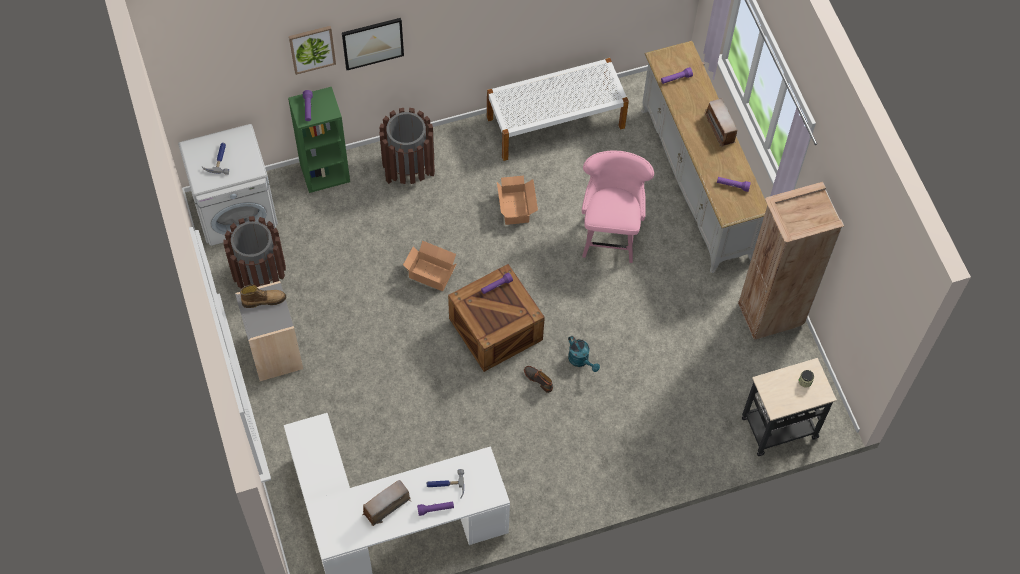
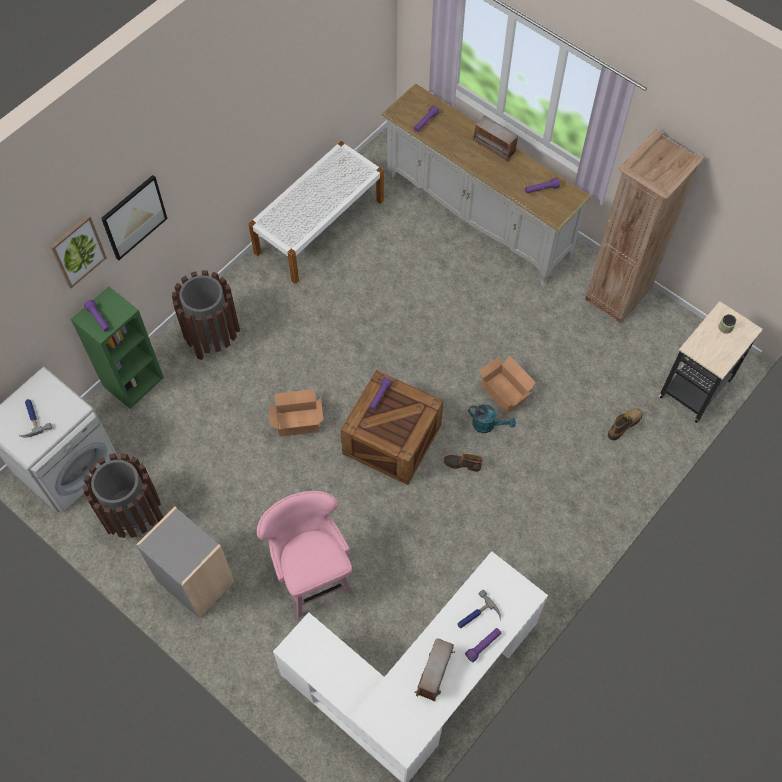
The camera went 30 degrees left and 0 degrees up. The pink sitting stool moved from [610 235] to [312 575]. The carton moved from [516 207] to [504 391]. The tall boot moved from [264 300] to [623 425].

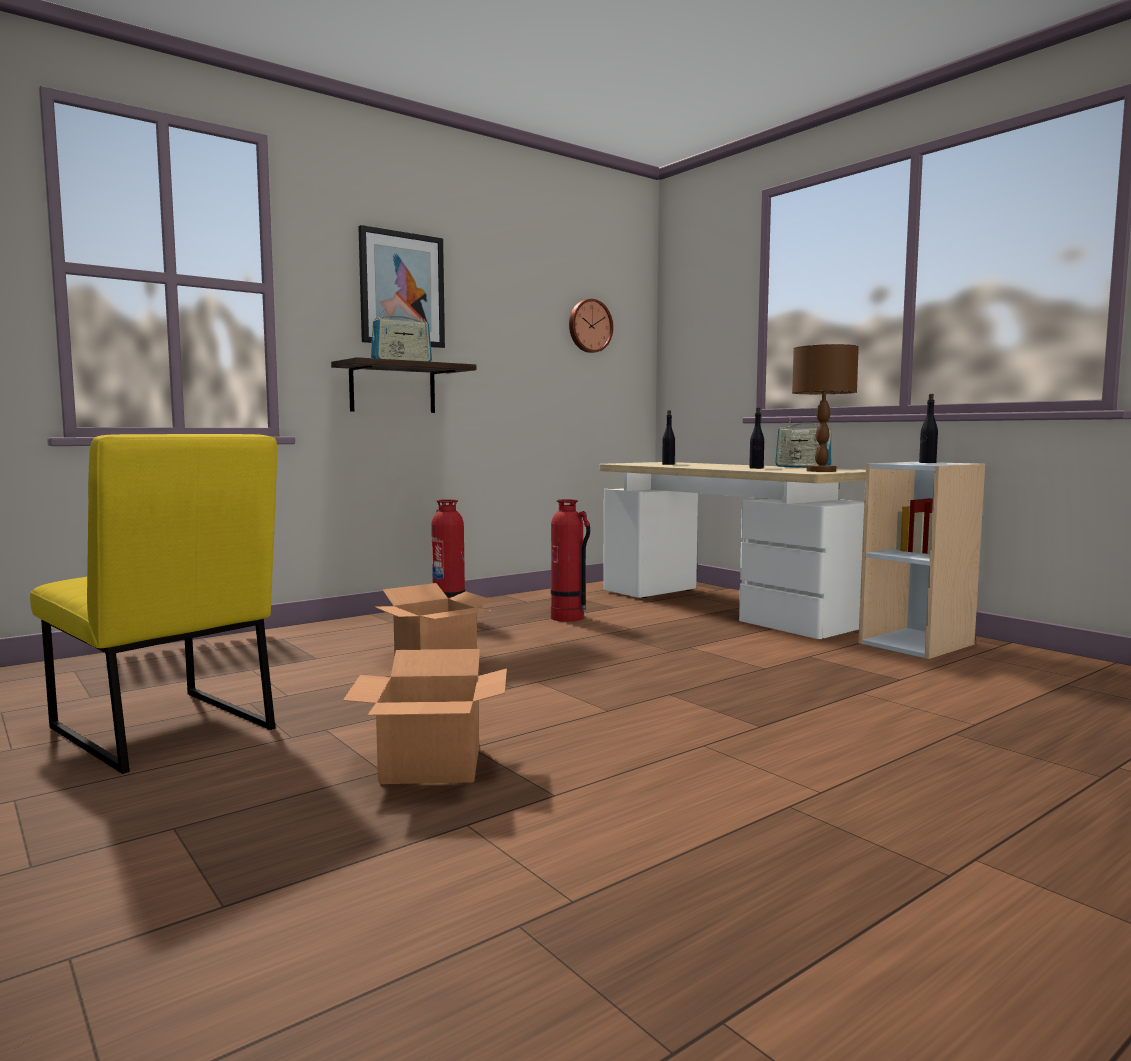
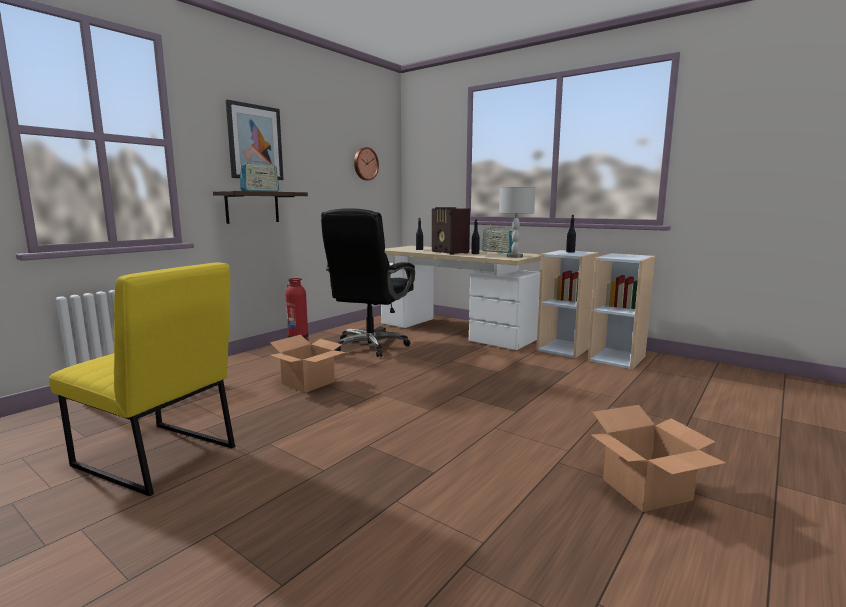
The camera went 15 degrees left and 5 degrees up. The fire-fighting cylinder at [567 618] was replaced by the black-coloured desk chair at [371 345]. The radio at [450 252] appeared. The brownish lamp for a table at [821 471] became the gray lamp for a table at [515 256]. The bookcase at [617 358] appeared. The carton moved from [433 765] to [647 489].

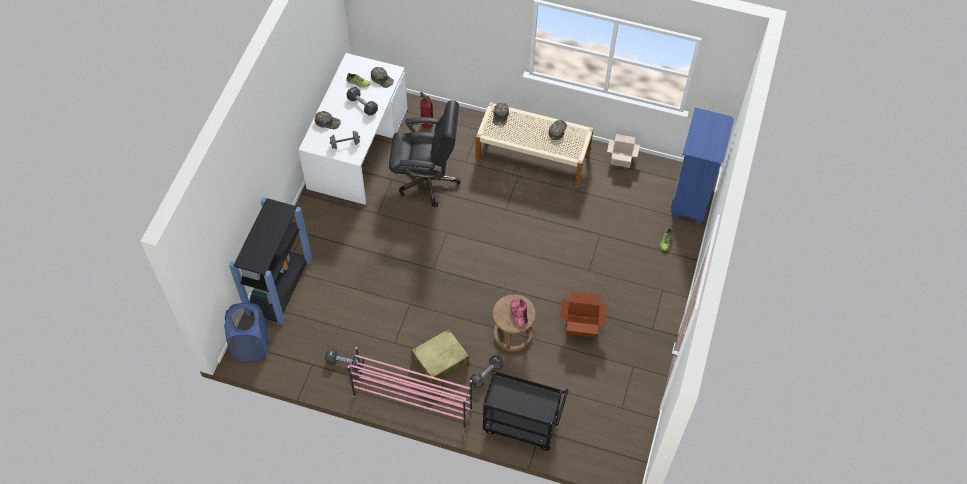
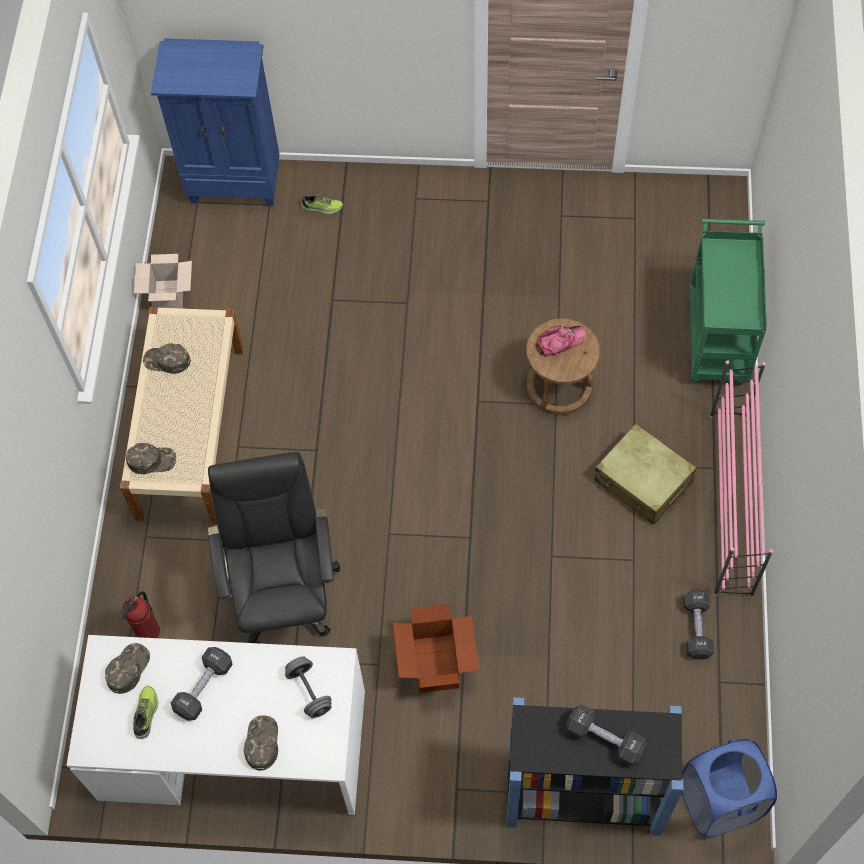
The camera went 100 degrees left and 5 degrees up. The carton moved from [581 326] to [437 663]. The black-coloured hand weight moved from [486 374] to [604 739]. The black-coloured wheeled cart at [522 428] became the green-coloured wheeled cart at [716 338].

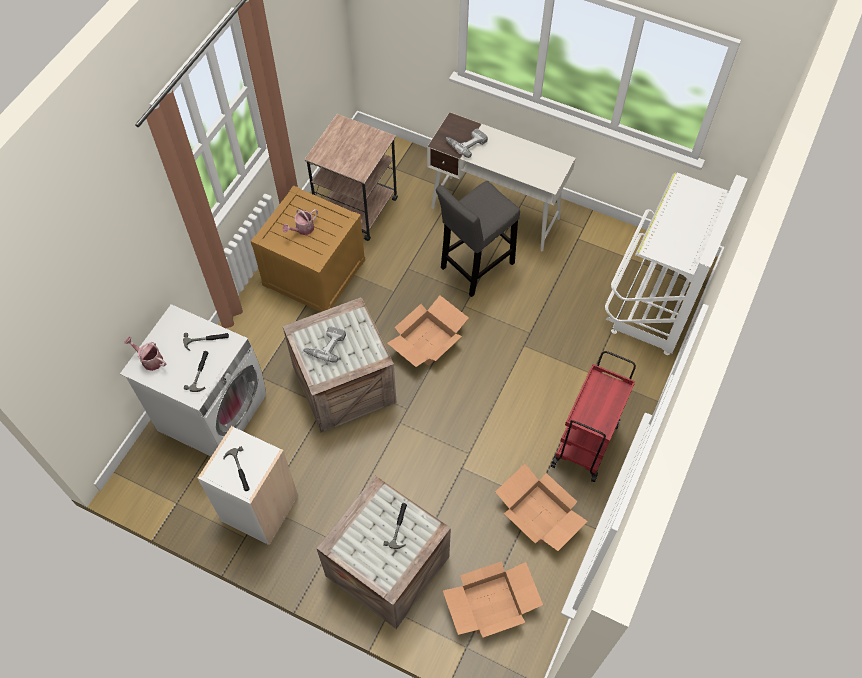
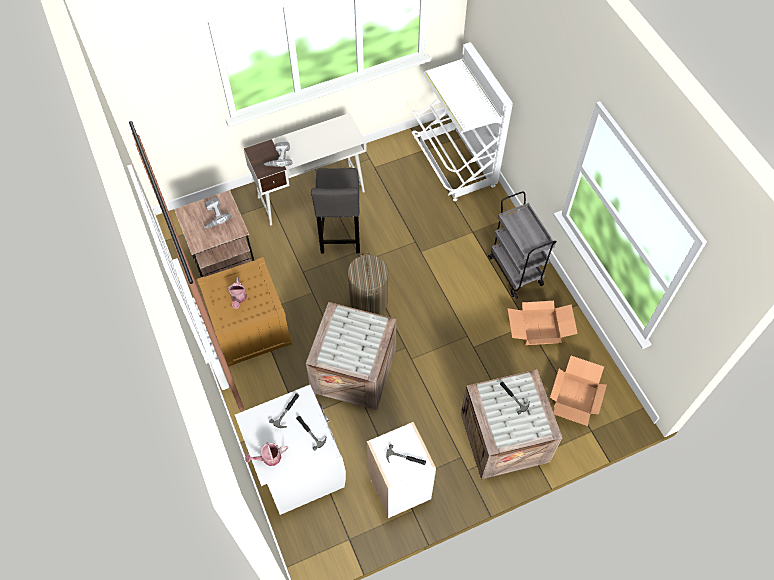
The camera went 50 degrees left and 0 degrees up. The power drill moved from [325 345] to [213 216]. The carton at [428 342] was replaced by the laundry basket at [369 300]. The red wheeled cart at [585 445] became the gray wheeled cart at [515 271].

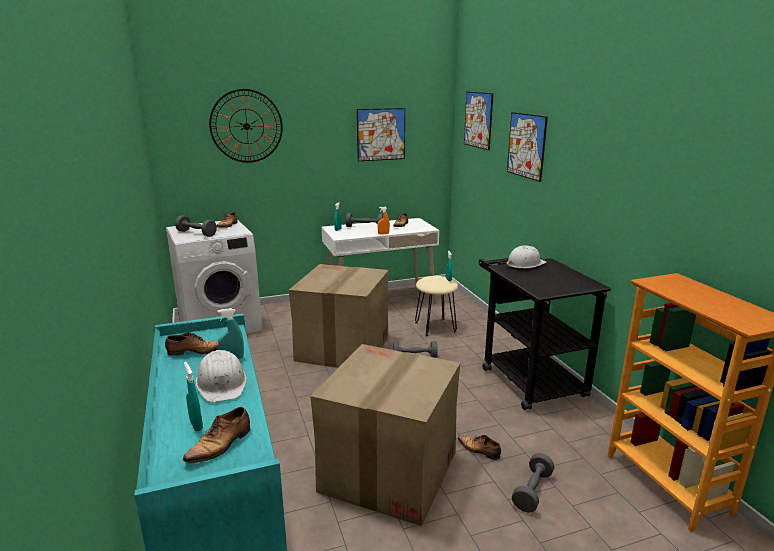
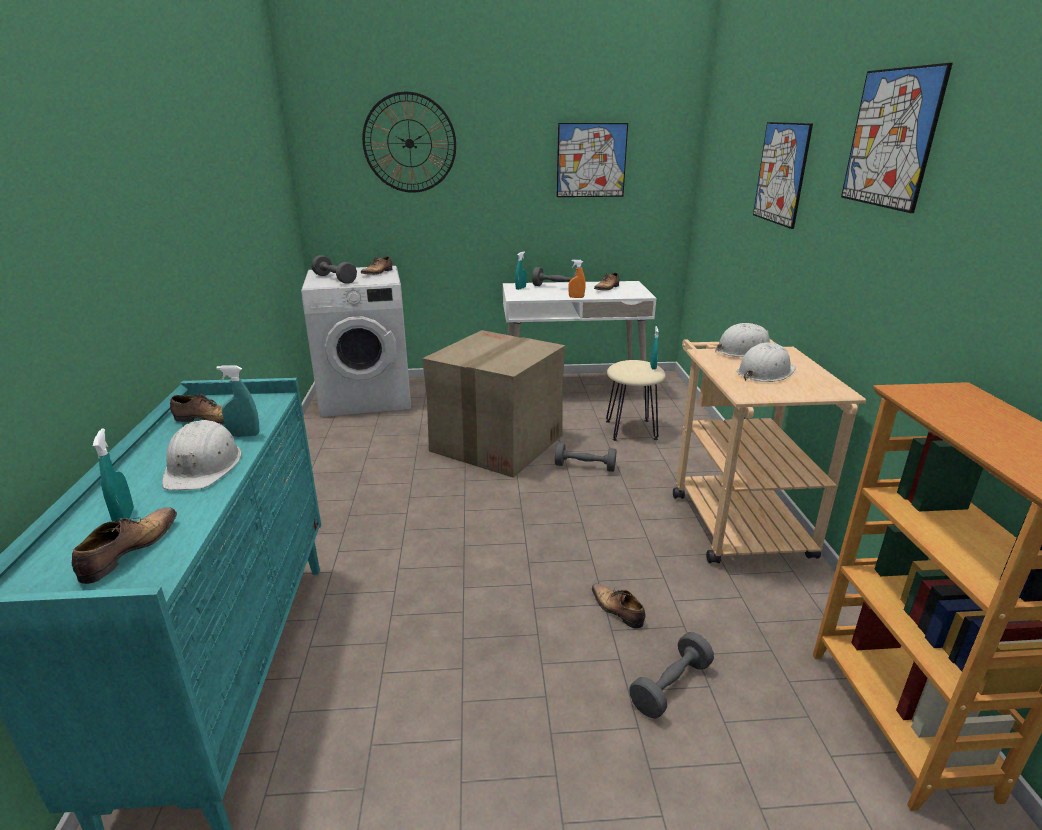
The camera went 15 degrees right and 5 degrees up. The item of footwear at [221 445] turned 150 degrees clockwise. The black-coloured wheeled cart at [527 377] became the sand-coloured wheeled cart at [734 517]. The white hard hat at [765 372] appeared. The wall art moved from [478 120] to [891 138]. The carton at [388 472] disappeared.

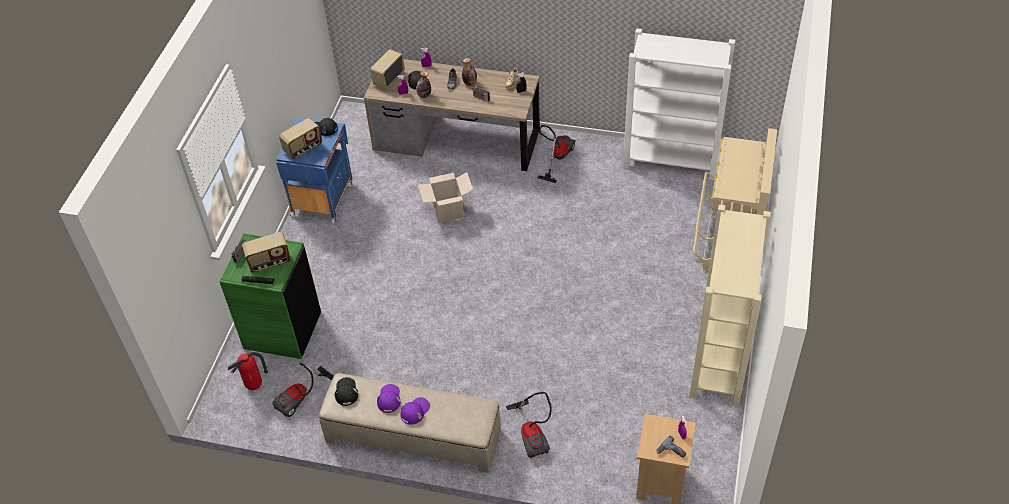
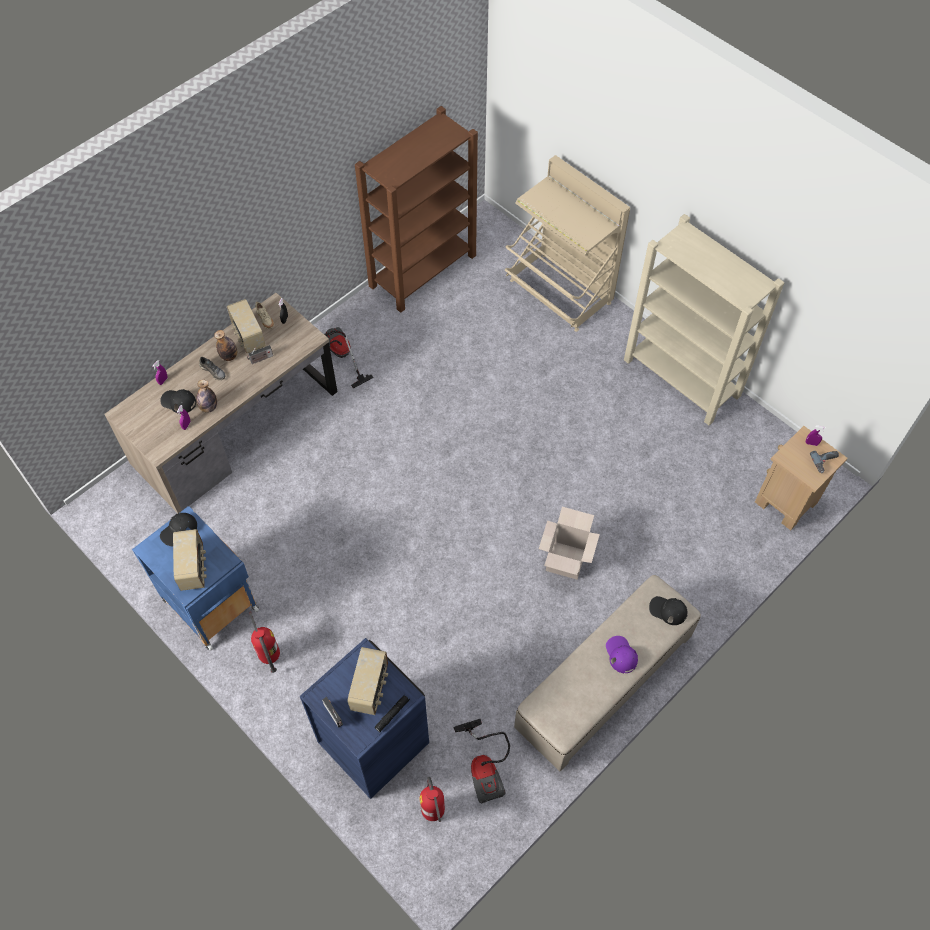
The camera went 60 degrees left and 10 degrees up. The radio moved from [388 78] to [248 336]. The fire-fighting cylinder at [269 656] appeared. The green-coloured storage cabinet at [283 329] became the bluish storage cabinet at [373 741]. The white bookcase at [671 159] became the brownish bookcase at [422 270]. The carton moved from [448 211] to [565 560]. The black-coloured cap moved from [346 392] to [668 610]. The purple-coloured cap at [389 399] disappeared. The vacuum at [532 434] disappeared.

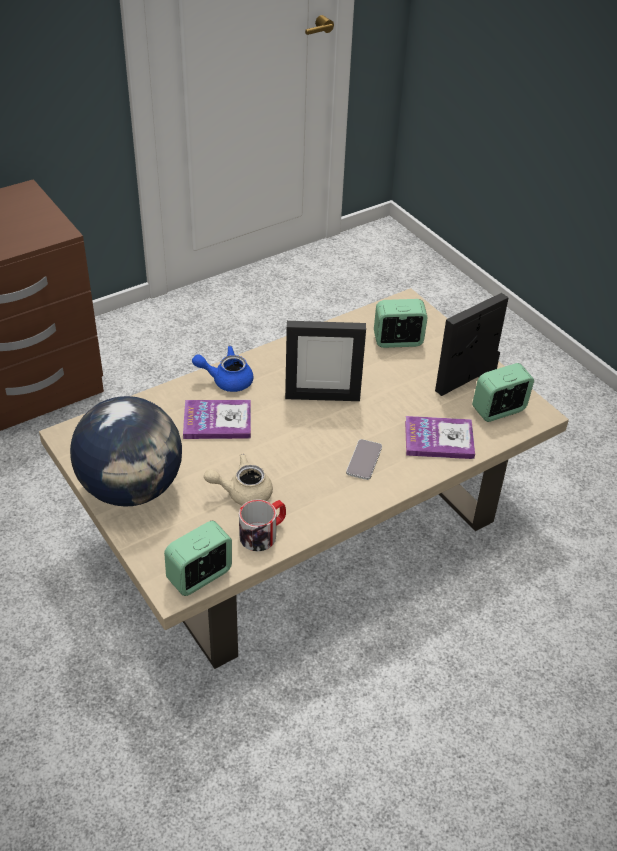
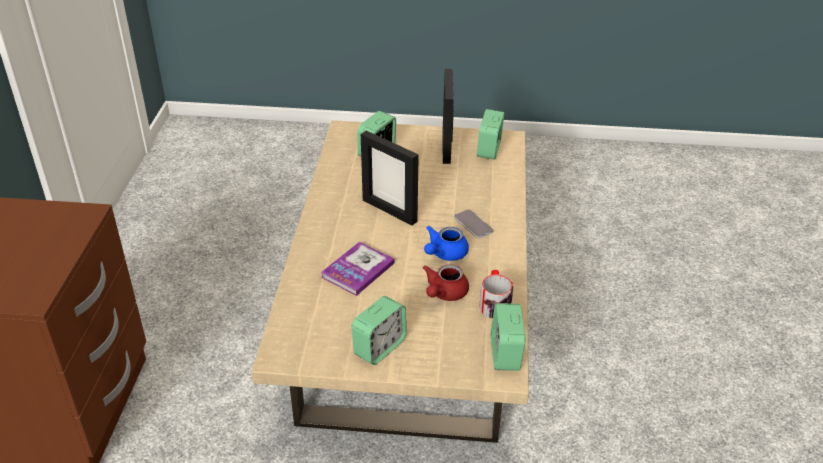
The camera went 50 degrees left and 5 degrees down. The desk globe at [132 488] was replaced by the bedside clock at [379 347]. The standing frame at [322 395] turned 90 degrees clockwise. The sand-coloured teapot at [242 492] became the red teapot at [444 293]. The bluish teapot moved from [226 380] to [444 254]. The bound book at [439 439] disappeared.

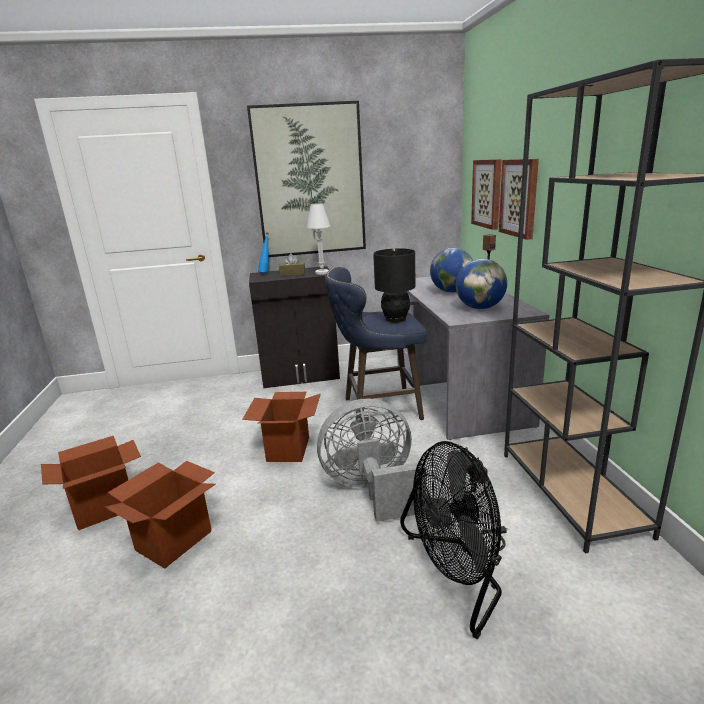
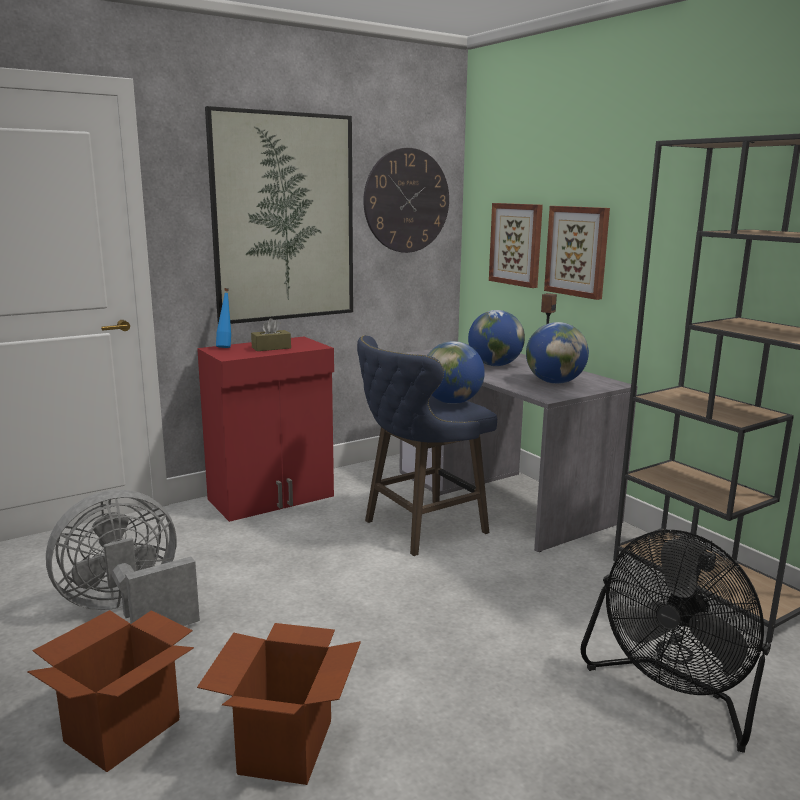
The camera went 25 degrees left and 5 degrees down. The gray cooling fan moved from [373 490] to [128 610]. The black-coloured storage cabinet at [301 376] became the red storage cabinet at [272 498]. The hanging clock at [406 201] appeared. The black-coloured lamp for a table at [396 319] was replaced by the desk globe at [452 402]. The carton at [288 449] disappeared. The white lamp for a table at [322 273] disappeared.

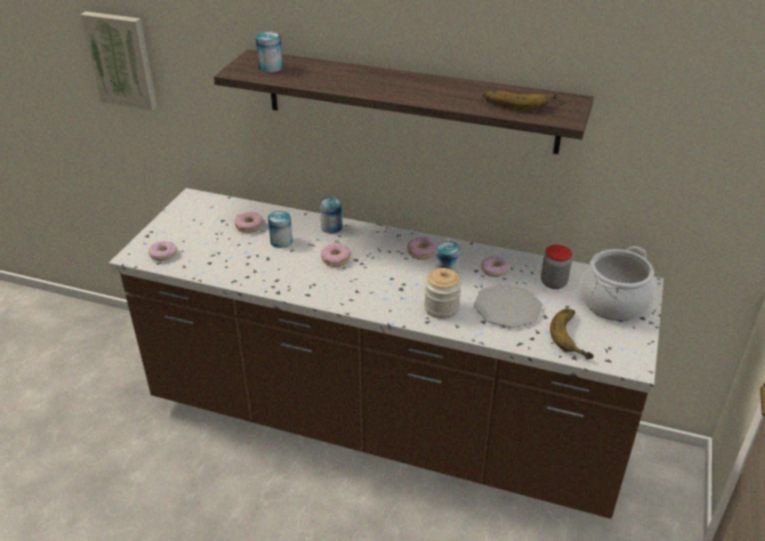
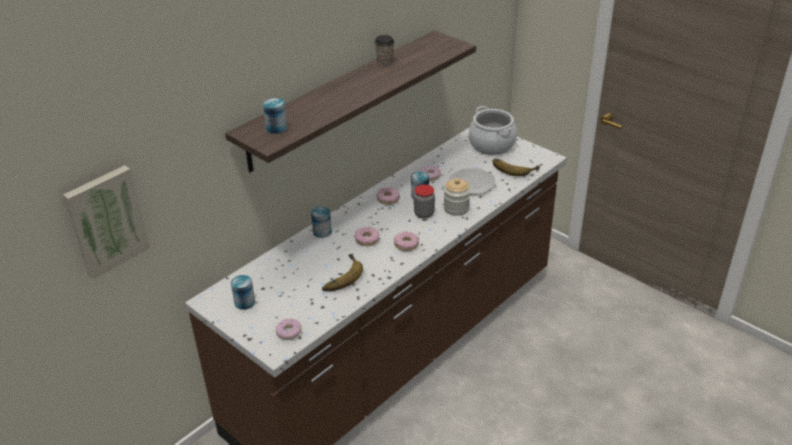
The camera went 65 degrees left and 0 degrees up. The can moved from [281 241] to [244 302]. The whole banana moved from [518 100] to [339 276]. The drinking cup at [385 61] appeared. The doughnut moved from [249 226] to [406 244]. The preserve jar moved from [553 283] to [424 214].

